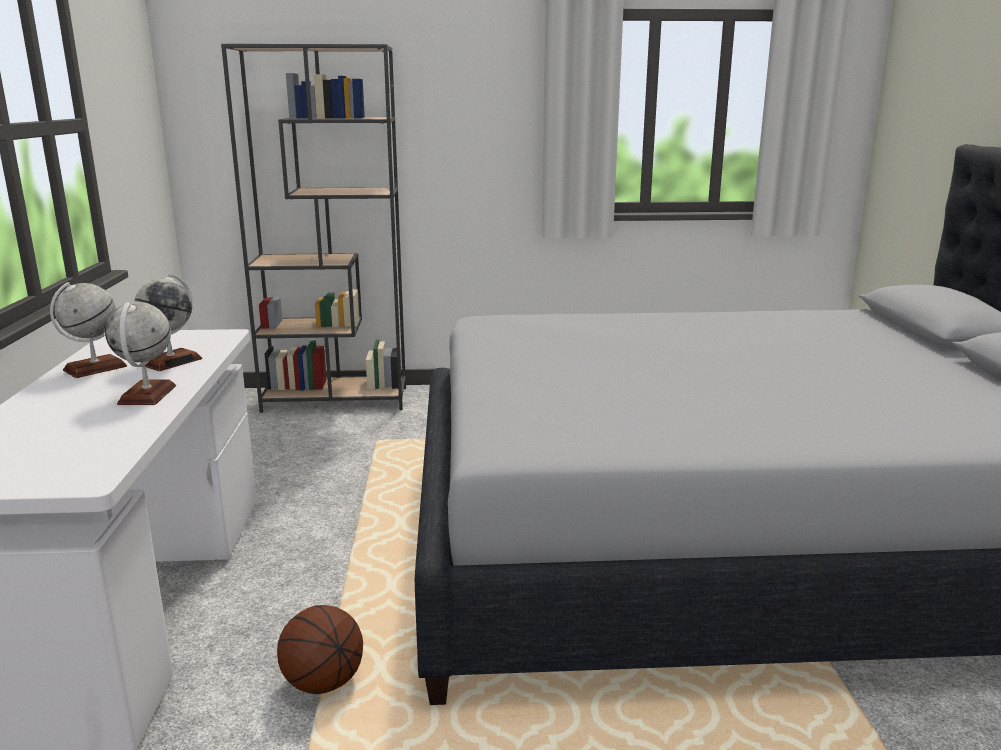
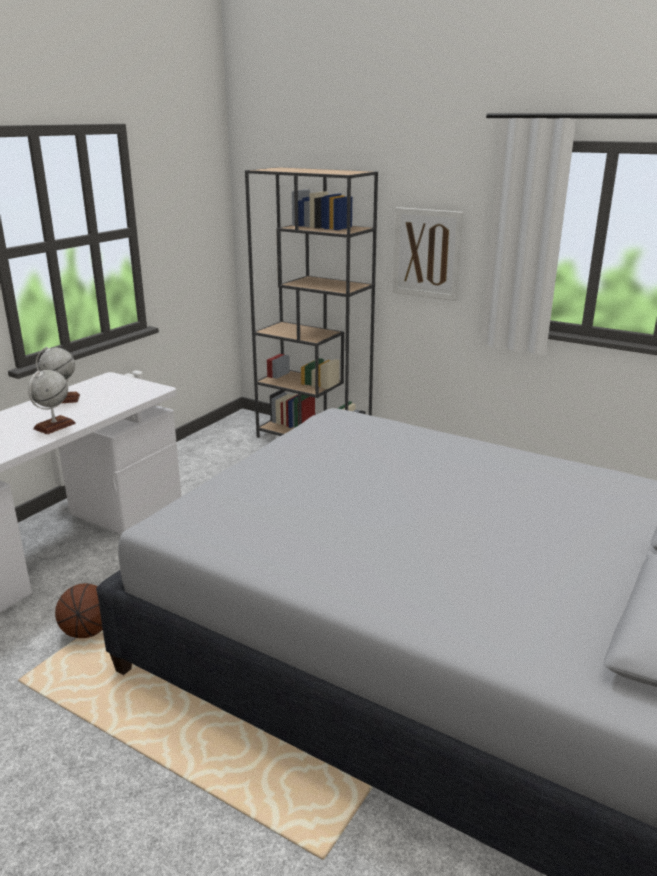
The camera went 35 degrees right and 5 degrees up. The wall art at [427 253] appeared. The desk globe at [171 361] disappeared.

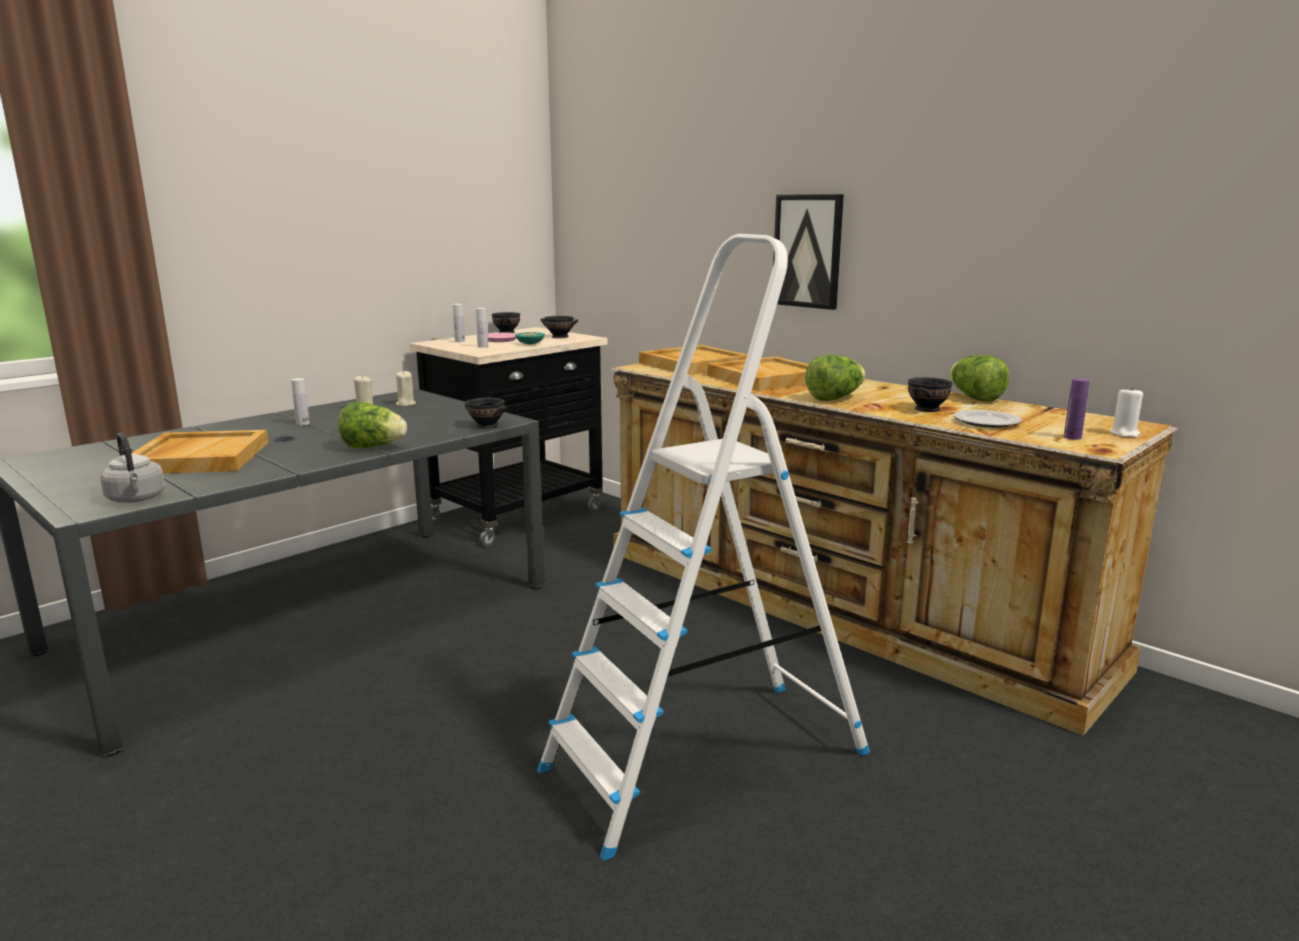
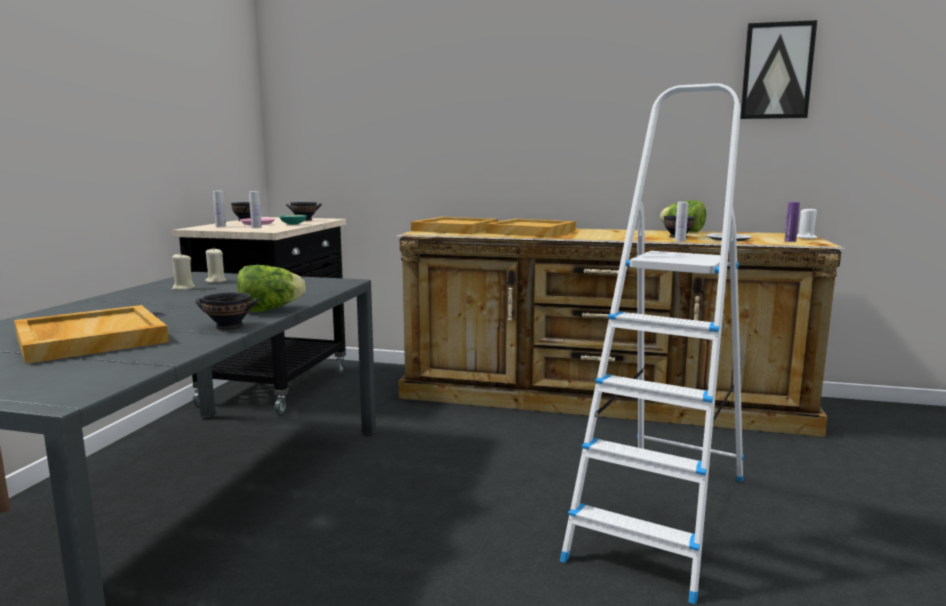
The camera went 30 degrees left and 5 degrees down. The black-coloured serving bowl moved from [487 426] to [230 326]. The white beverage bottle moved from [303 423] to [680 241]. The wall art moved from [808 251] to [777 71]. The gray tea kettle at [137 499] disappeared. The lettuce head at [834 398] disappeared.

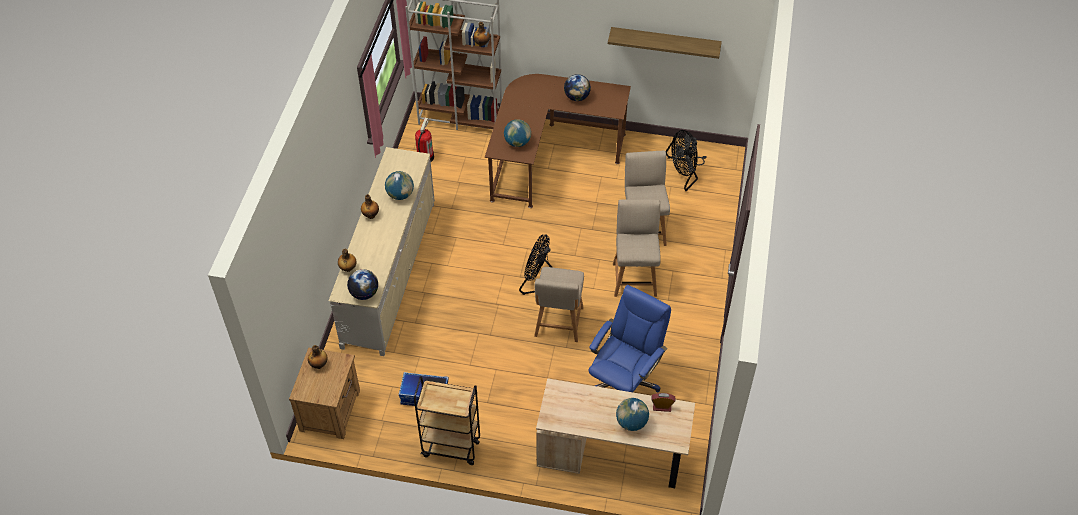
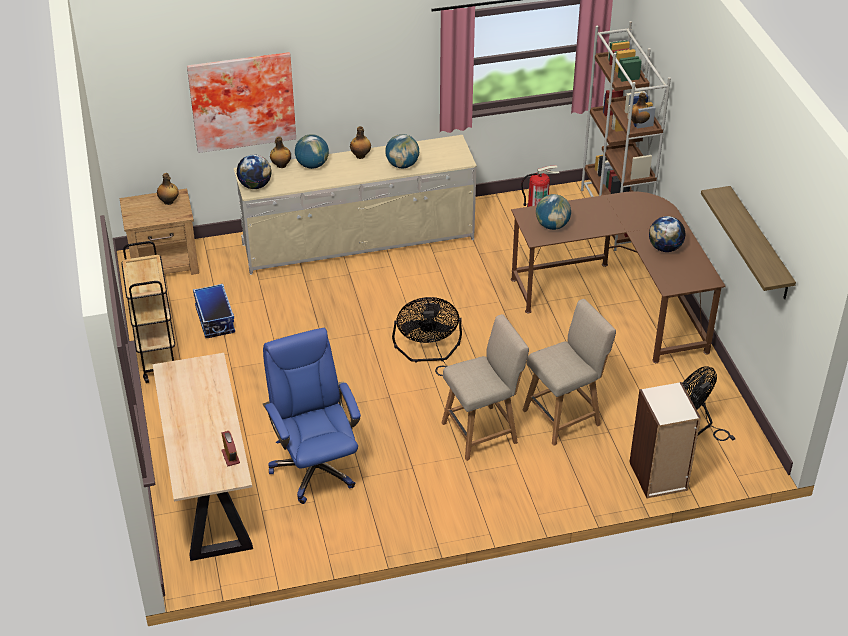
The camera went 65 degrees right and 10 degrees down. The wall art at [242 100] appeared. The bluish desk chair at [624 384] turned 120 degrees counterclockwise. The desk globe moved from [631 422] to [312 165]. The bookcase at [658 477] appeared. The sand-coloured chair at [558 324] disappeared.

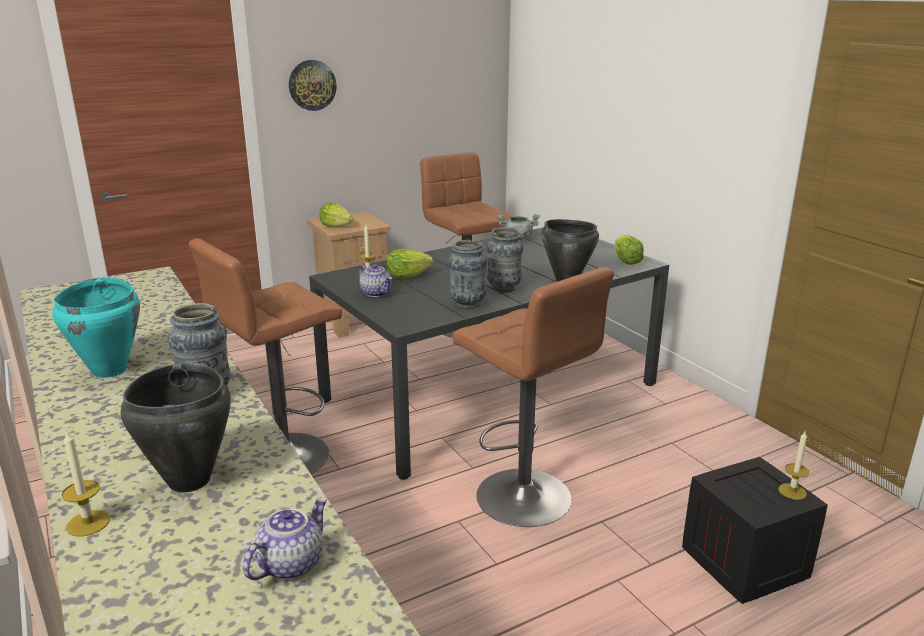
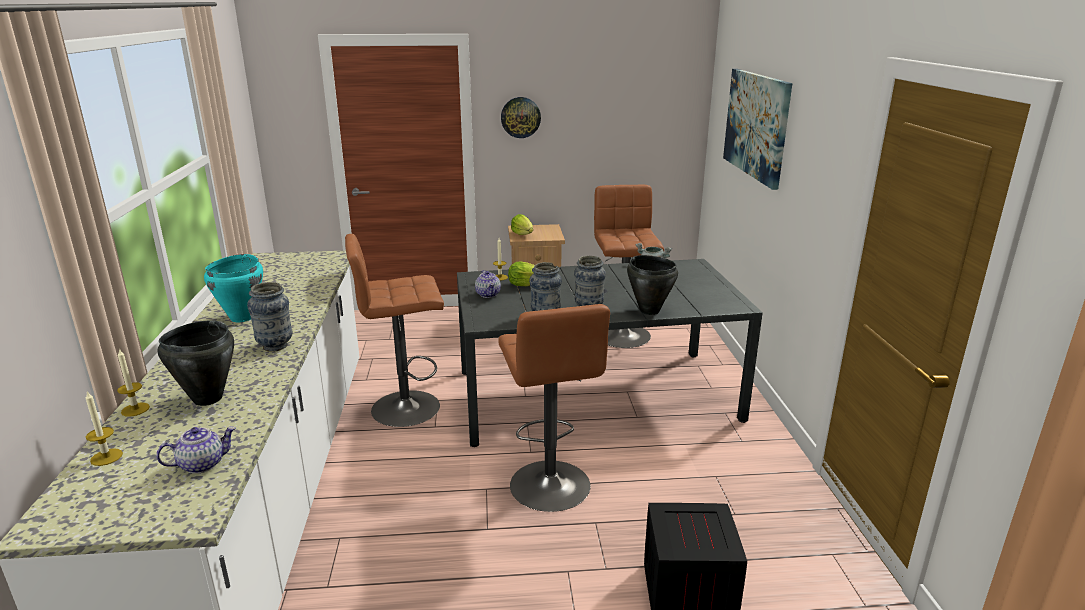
The camera went 25 degrees right and 0 degrees up. The candle moved from [792 491] to [106 457]. The wall art at [756 125] appeared. The lettuce head at [626 261] disappeared.

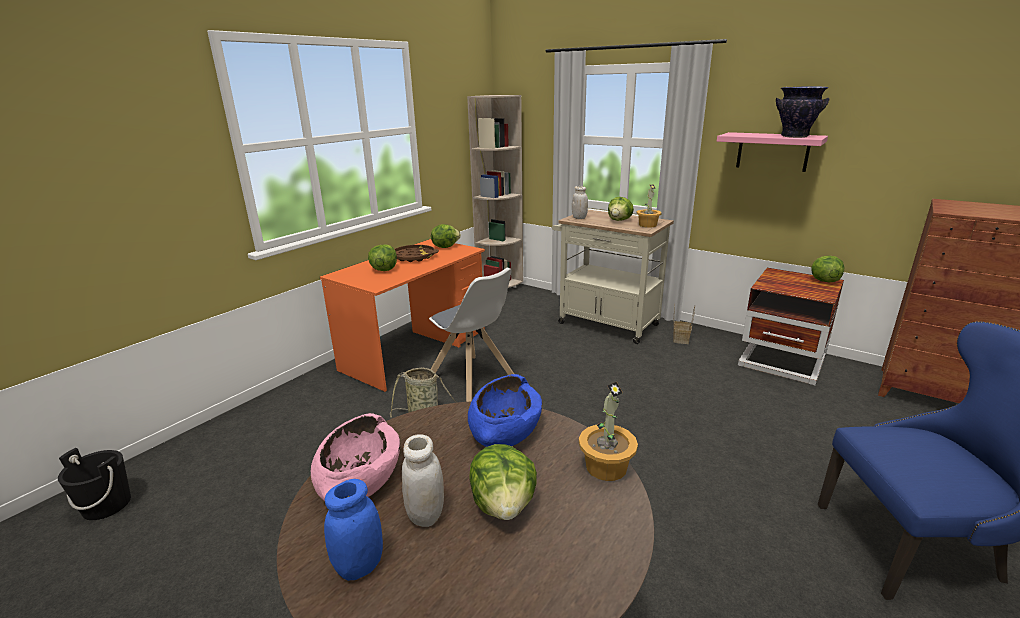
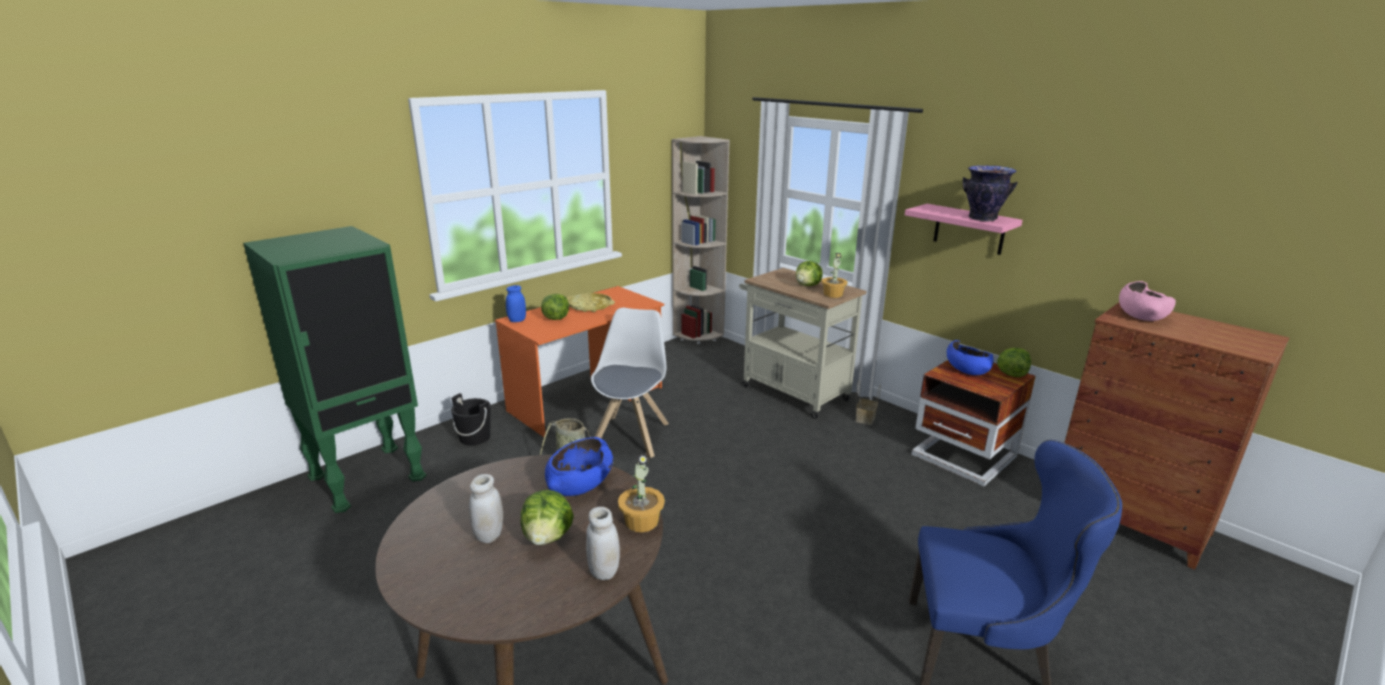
The camera went 10 degrees right and 0 degrees up. The green-coloured storage cabinet at [369 476] appeared. The black-coloured bucket moved from [107 505] to [475 437]. The bluish preserve jar moved from [359 566] to [517 320]. The brownish serving tray at [413 257] became the yellow-coloured serving tray at [590 306]. The white preserve jar moved from [579 218] to [604 571]. The chair at [473 378] turned 135 degrees counterclockwise. The bluish serving bowl at [966 369] appeared. The pink serving bowl moved from [360 479] to [1141 315]. The lettuce head at [445 246] disappeared.

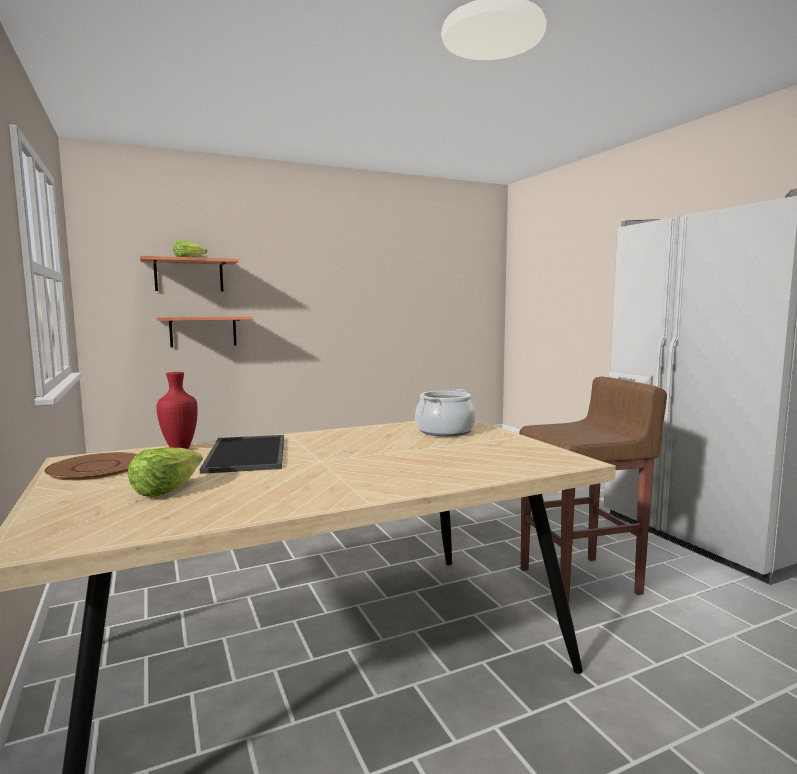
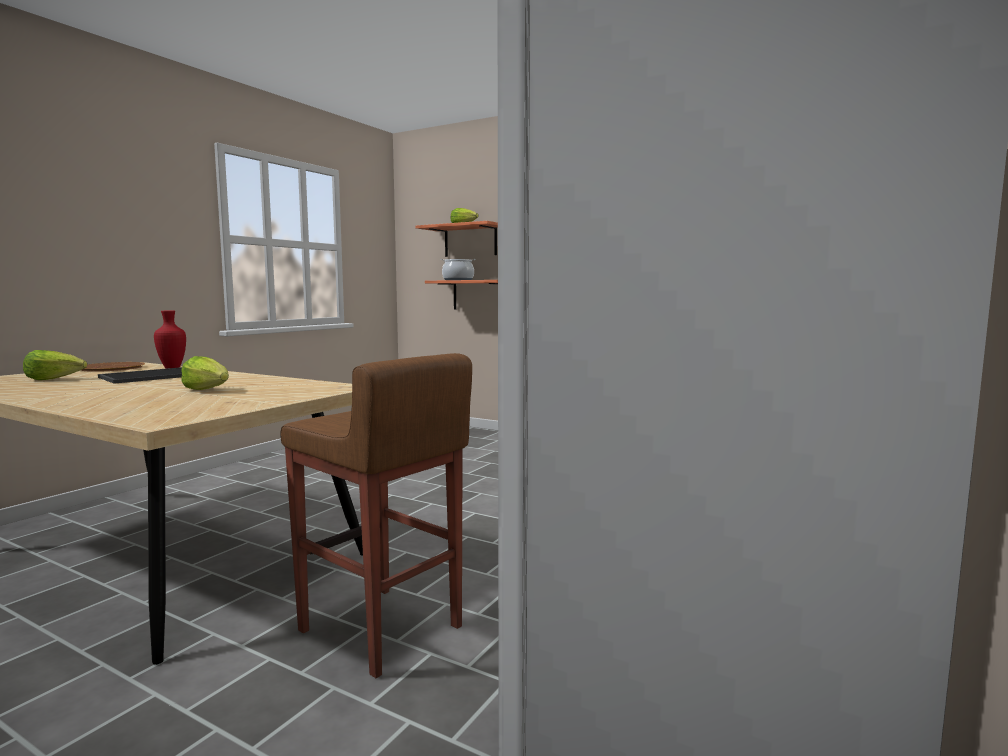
The camera went 55 degrees right and 0 degrees up. The lettuce head at [208 390] appeared. The cooking pot moved from [445 431] to [458 280].

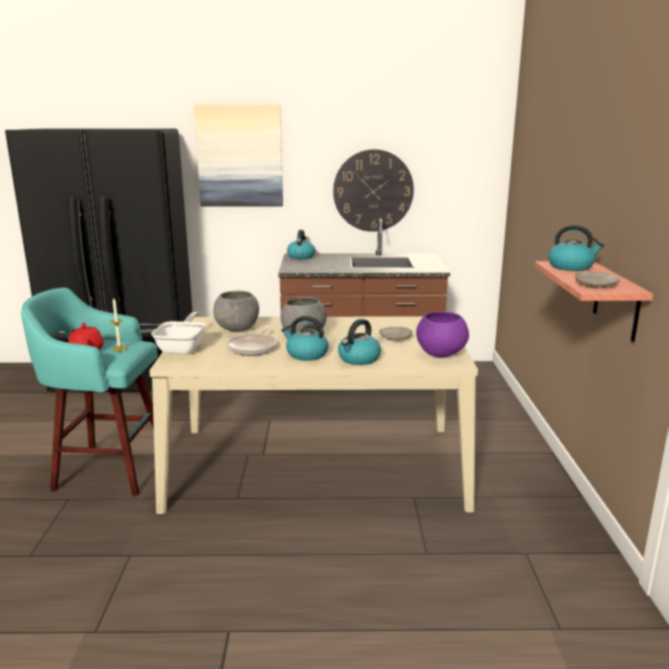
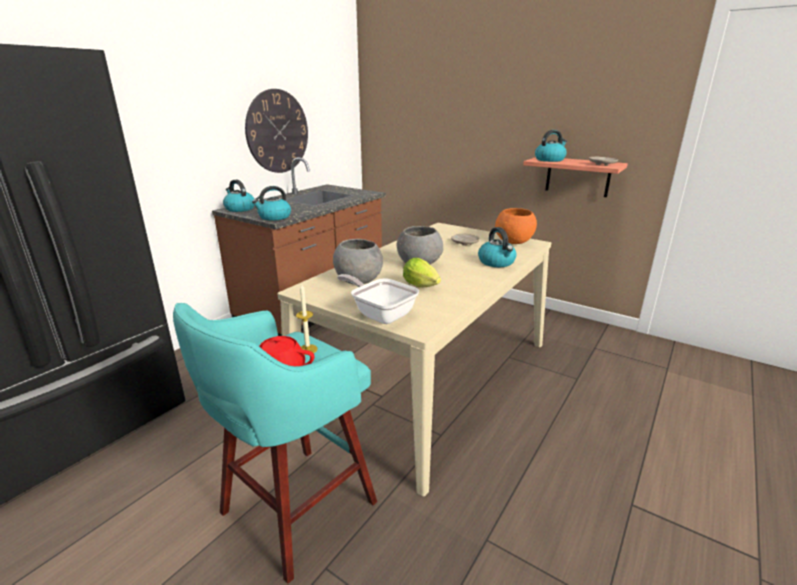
The camera went 55 degrees left and 5 degrees up. The tea kettle moved from [306 354] to [274 217]. The frying pan at [254 348] was replaced by the lettuce head at [422 286]. The purple-coloured serving bowl at [441 354] became the orangey serving bowl at [514 242]. The wall art at [240 156] disappeared.

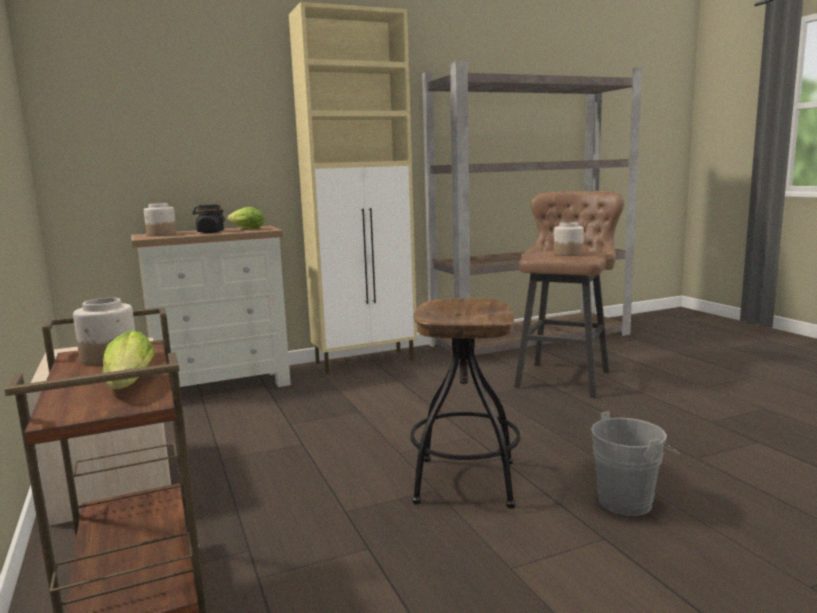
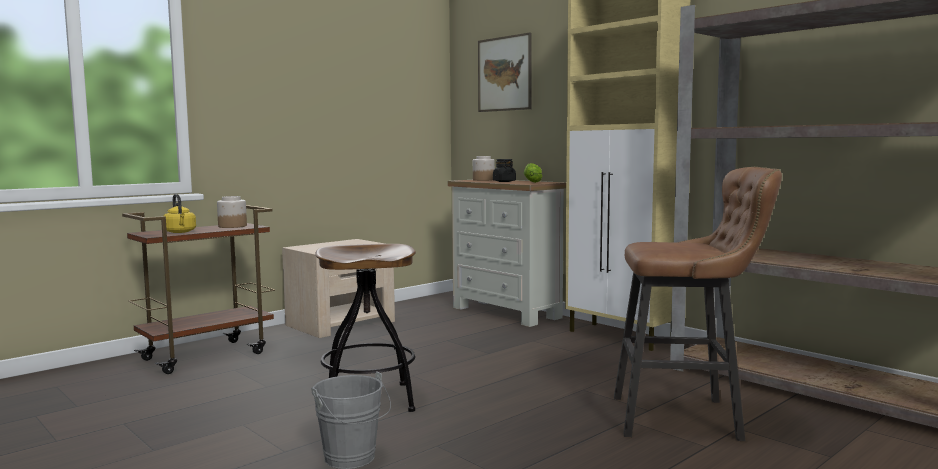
The camera went 70 degrees right and 5 degrees down. The lettuce head at [128 386] was replaced by the yellow-coloured tea kettle at [180 232]. The wall art at [504 74] appeared. The preserve jar at [568 254] disappeared.

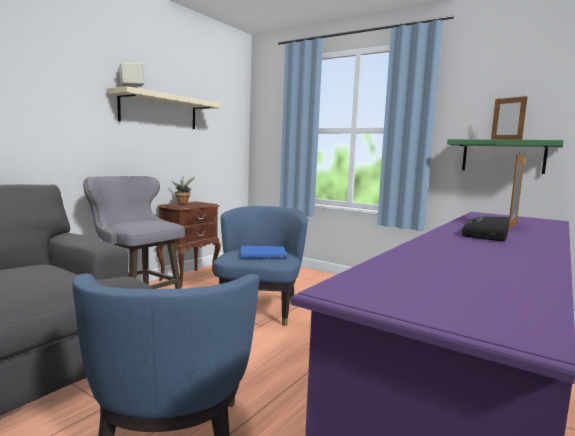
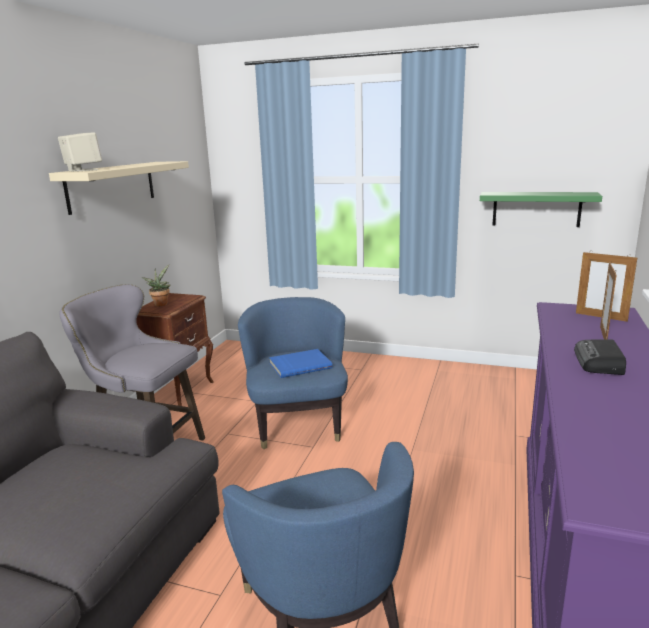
The camera went 15 degrees left and 10 degrees up. The standing frame moved from [506 140] to [601 317].

